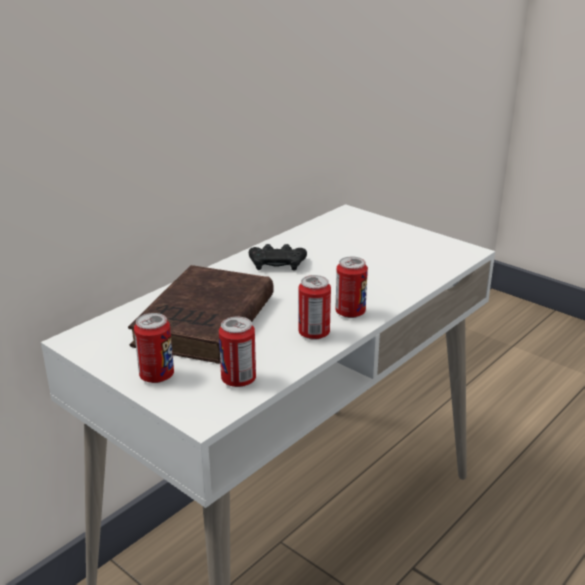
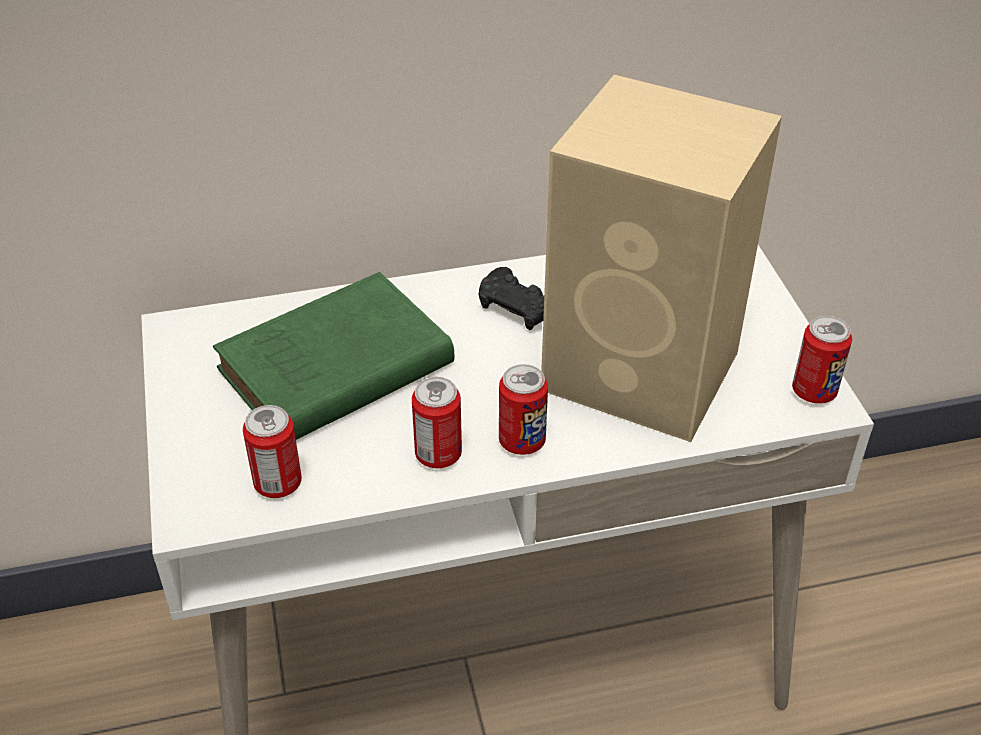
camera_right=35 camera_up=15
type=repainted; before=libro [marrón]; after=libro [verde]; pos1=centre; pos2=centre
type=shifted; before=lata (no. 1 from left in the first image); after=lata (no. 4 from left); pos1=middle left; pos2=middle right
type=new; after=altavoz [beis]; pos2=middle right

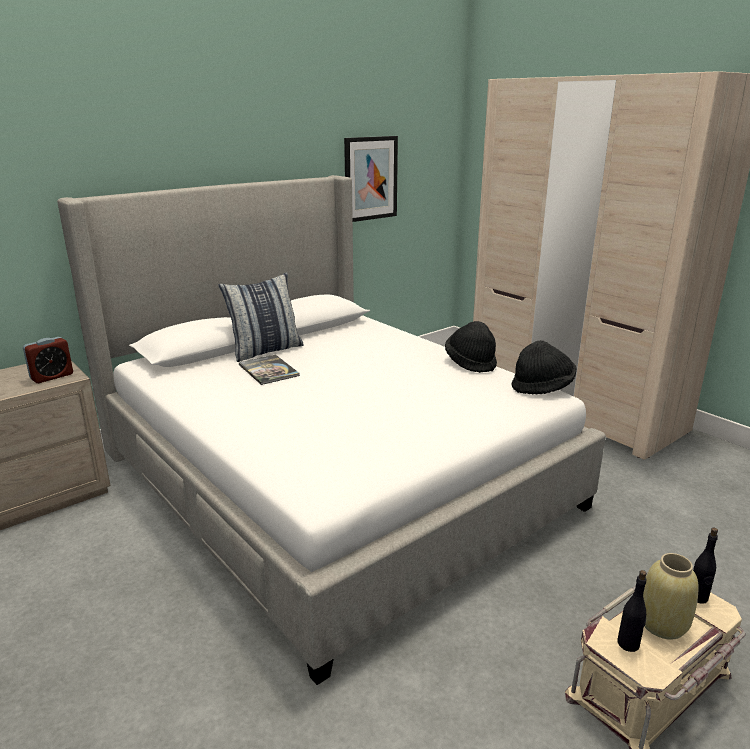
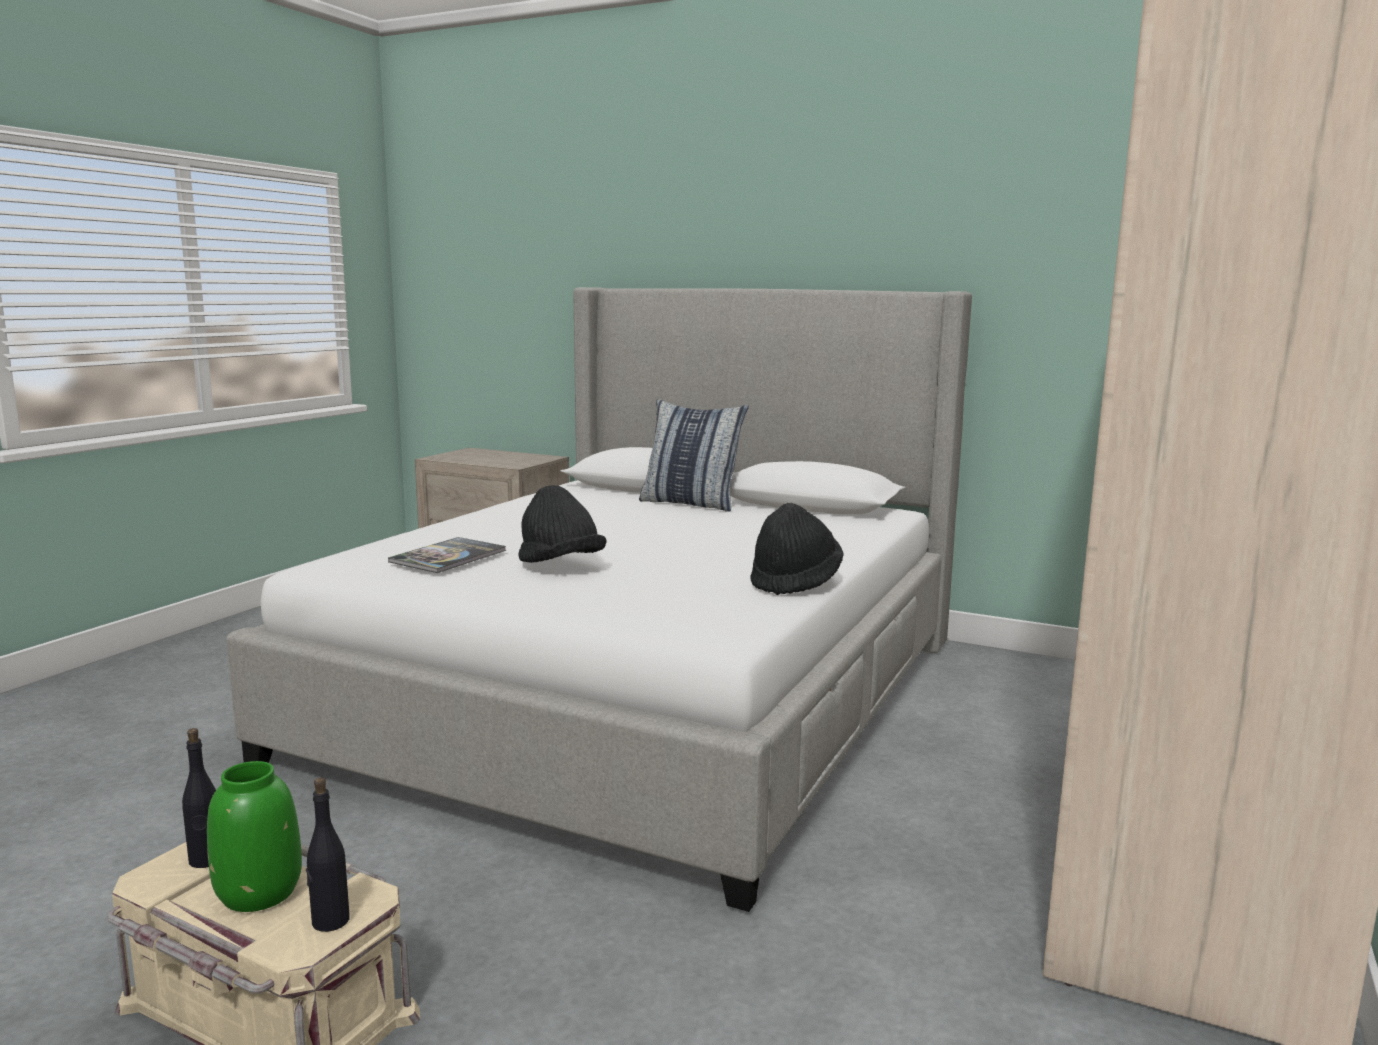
camera_right=65 camera_up=-10
type=gone; before=despertador; pos1=middle left
type=shifted; before=libro; pos1=centre; pos2=middle left
type=gone; before=cuadro; pos1=top centre
type=shifted; before=sombrero [negro] (no. 2 from left in the first image); after=sombrero [negro] (no. 1 from left); pos1=middle right; pos2=centre
type=repainted; before=florero [beis]; after=florero [verde]; pos1=bottom right; pos2=bottom left

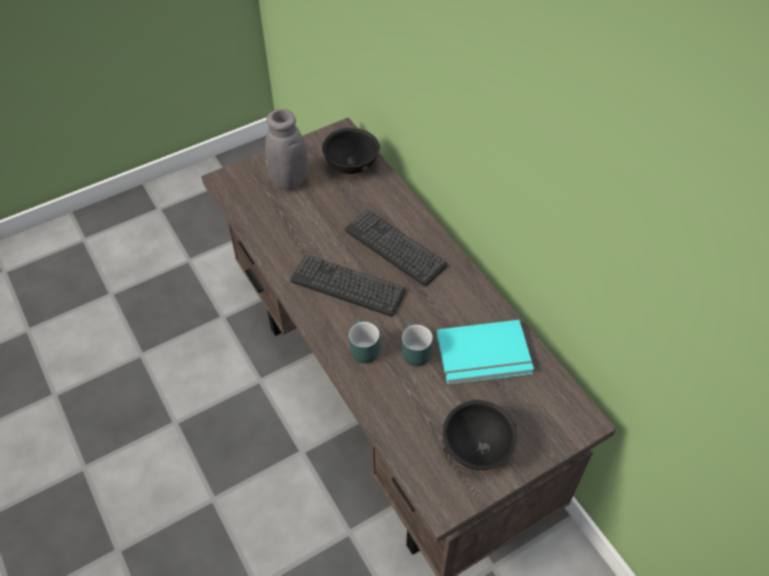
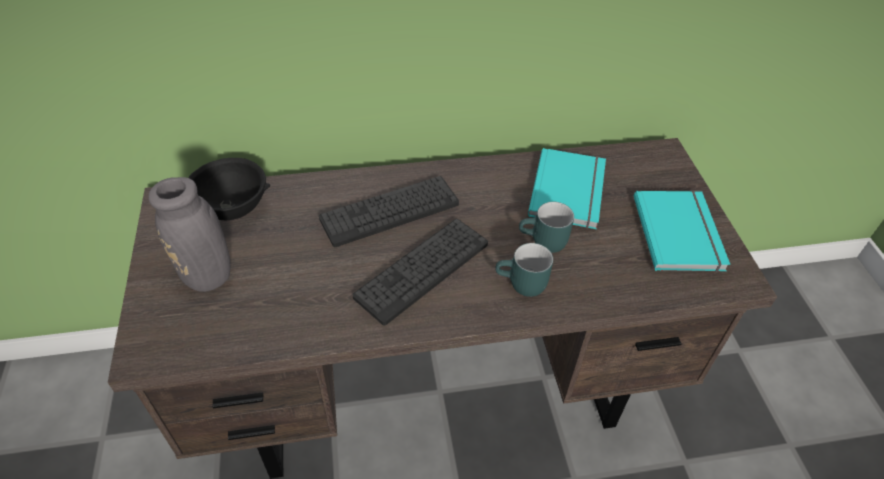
camera_right=-70 camera_up=-5
type=swapped; before=cuenco [negro] (no. 2 from left); after=libro [turquesa] (no. 2 from left); pos1=bottom centre; pos2=middle right

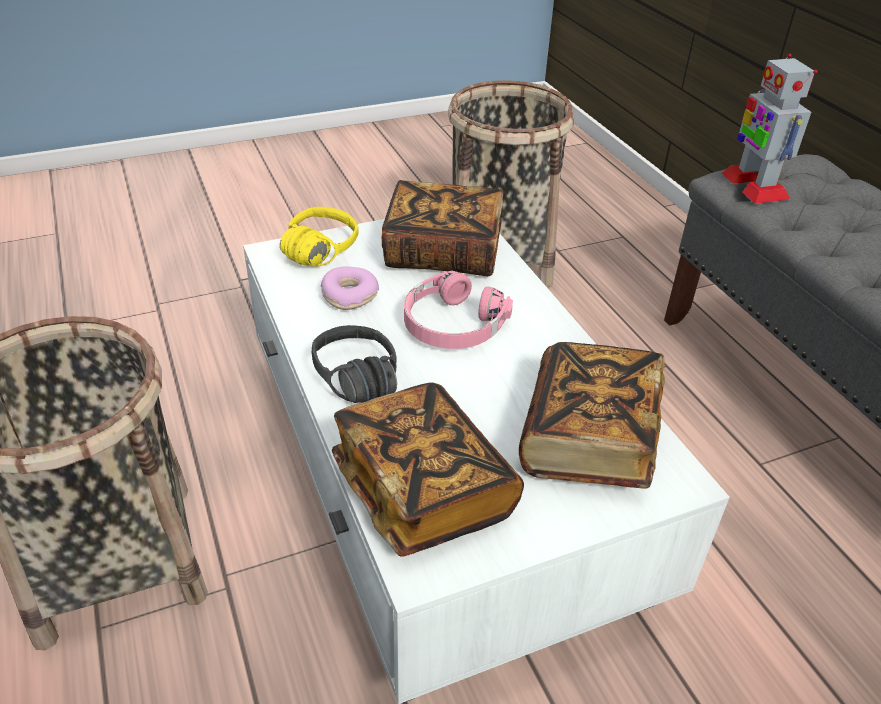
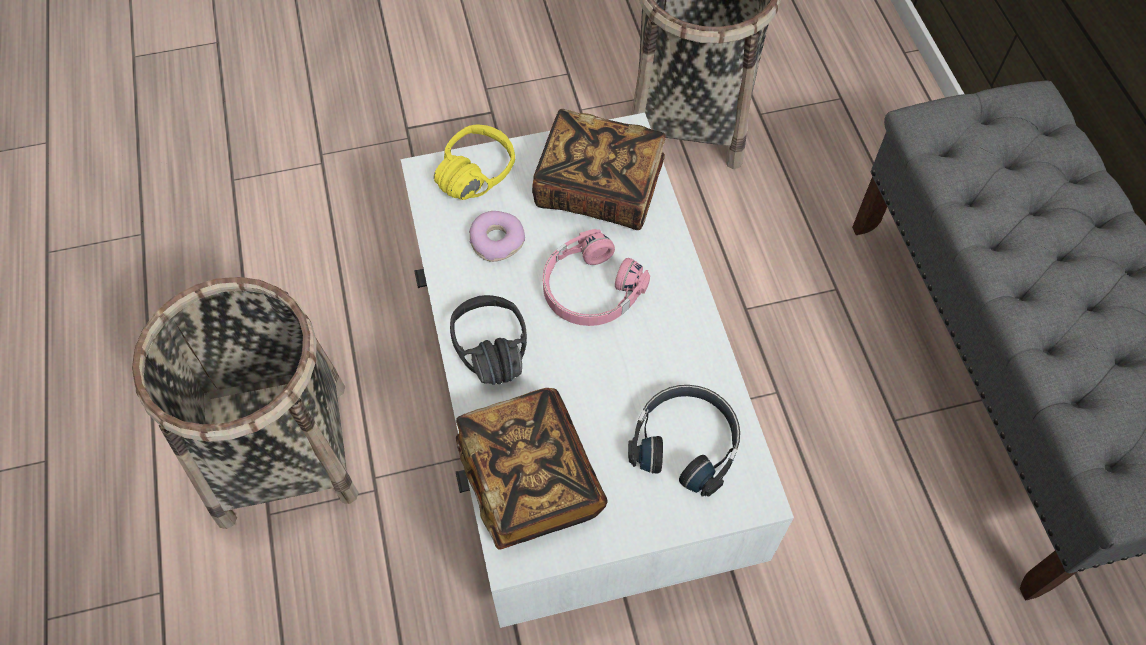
camera_right=10 camera_up=20
type=swapped; before=libro (no. 3 from left); after=auriculares [negro] (no. 2 from left); pos1=middle right; pos2=bottom centre
type=gone; before=robot de juguete; pos1=top right

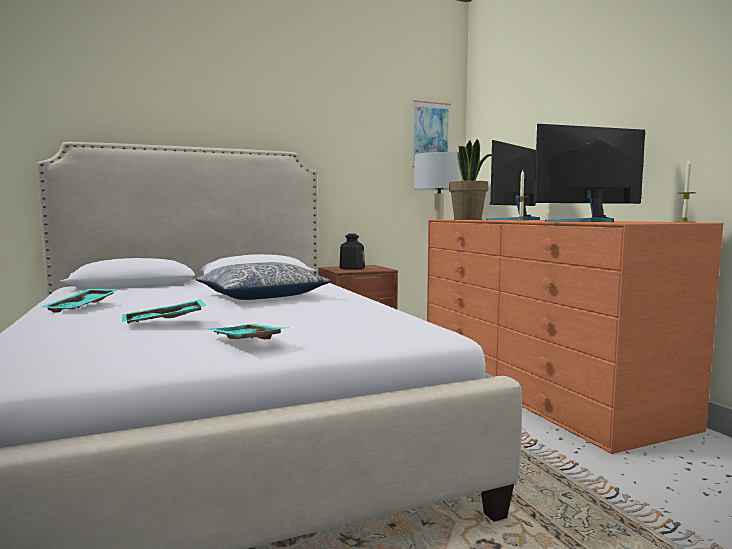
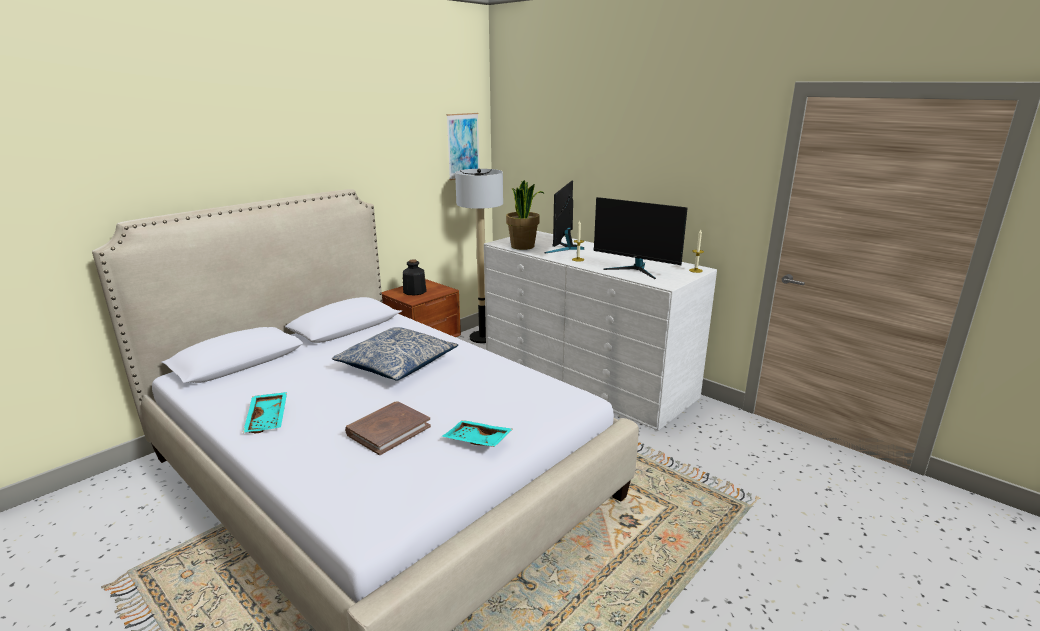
camera_right=-25 camera_up=15
type=swapped; before=bandeja [turquesa] (no. 2 from left); after=libro [marrón]; pos1=middle left; pos2=bottom centre
type=repainted; before=cómoda [naranja]; after=cómoda [blanco]; pos1=middle right; pos2=centre
type=rotated; before=monitor (no. 2 from left); pos1=top right; pos2=centre; turn=-105

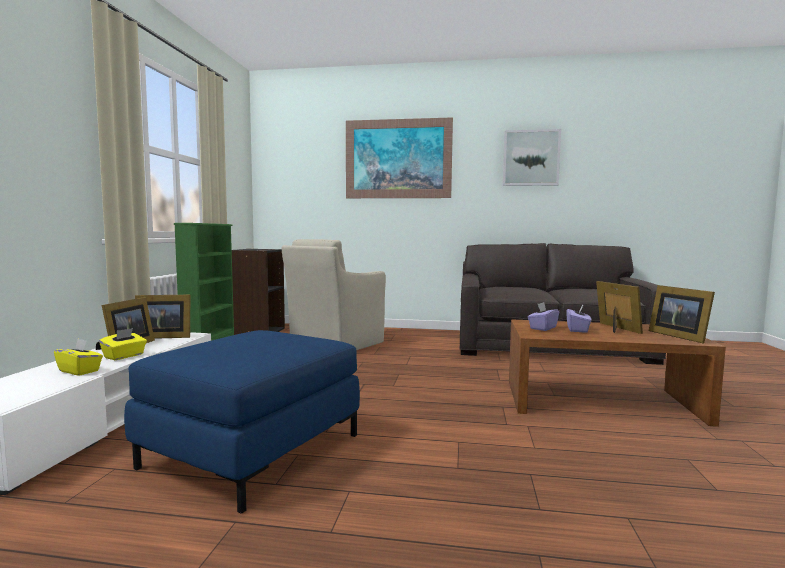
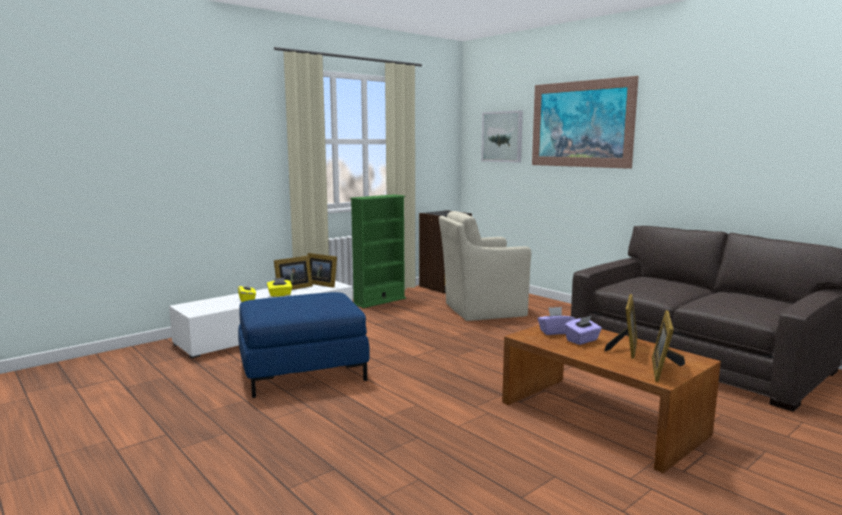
camera_right=40 camera_up=5
type=shifted; before=cuadro (no. 2 from left in the first image); after=cuadro (no. 1 from left); pos1=top right; pos2=top centre

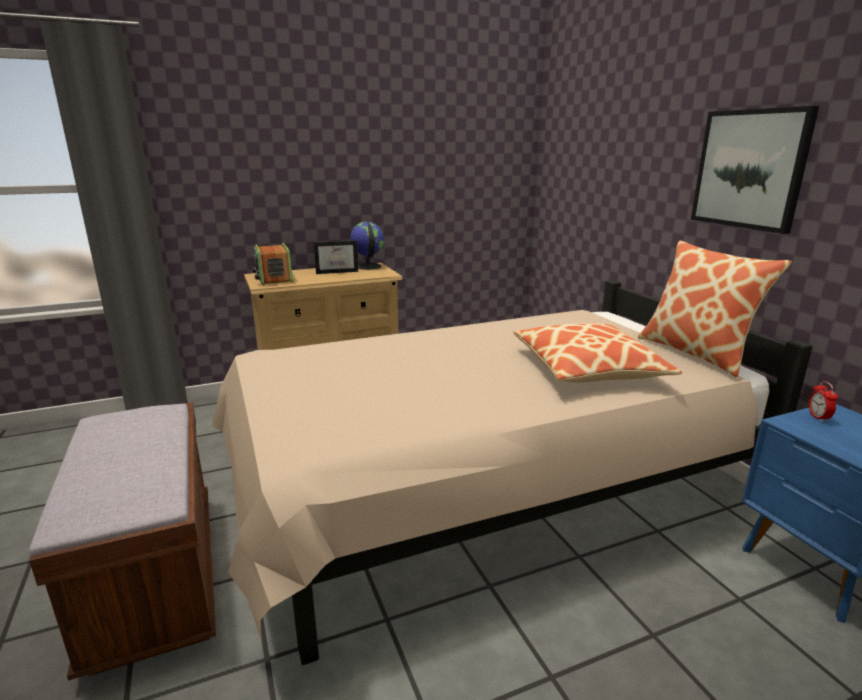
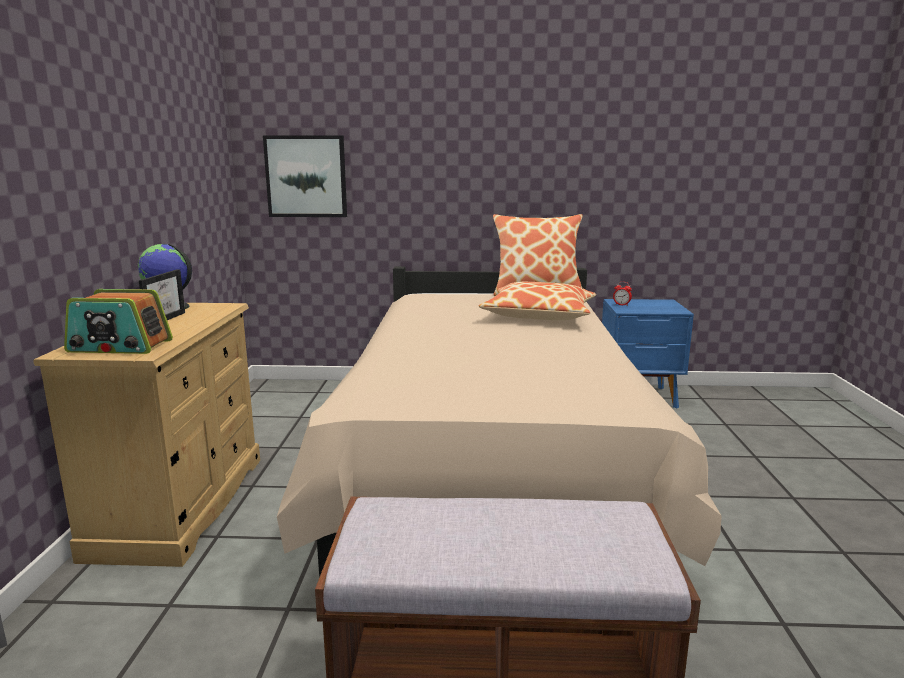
camera_right=-65 camera_up=-5
type=shifted; before=cuadro; pos1=top right; pos2=top centre

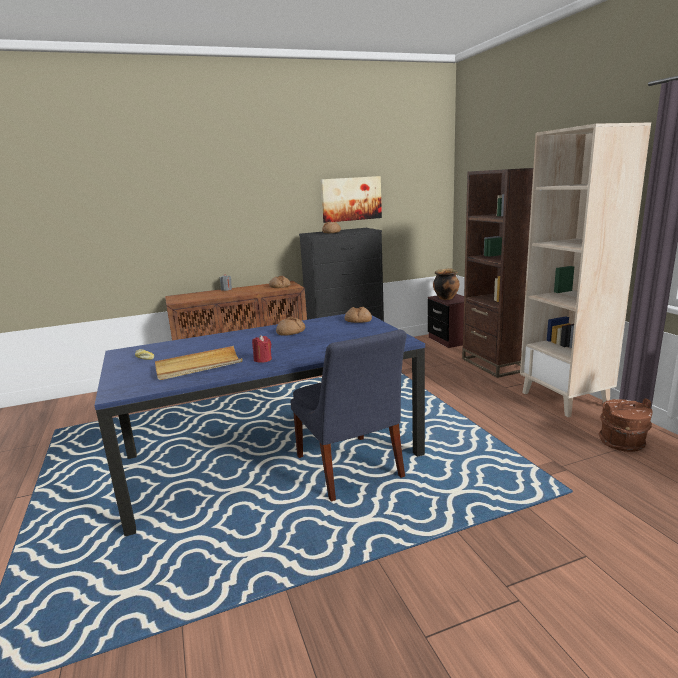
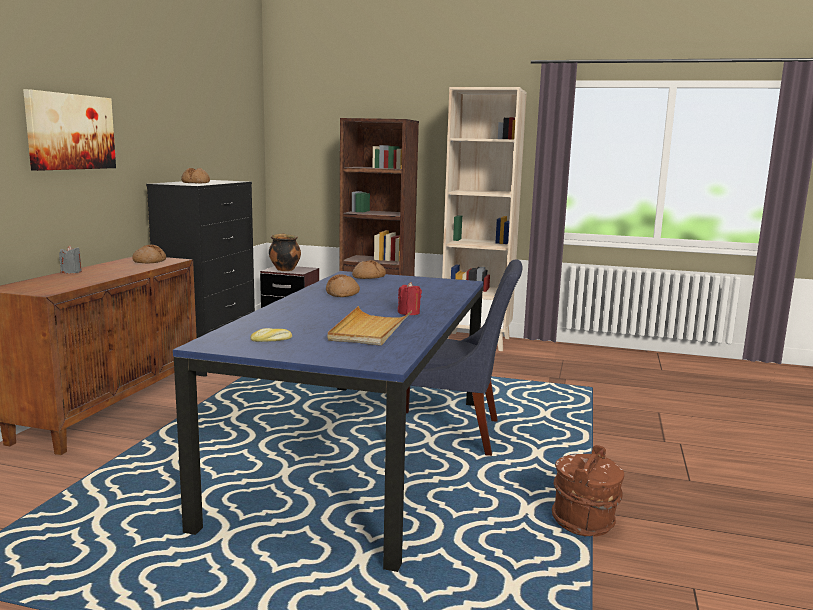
camera_right=-55 camera_up=-5
type=shifted; before=cuadro; pos1=top centre; pos2=top left
type=shifted; before=cubo [marrón]; pos1=middle right; pos2=bottom right

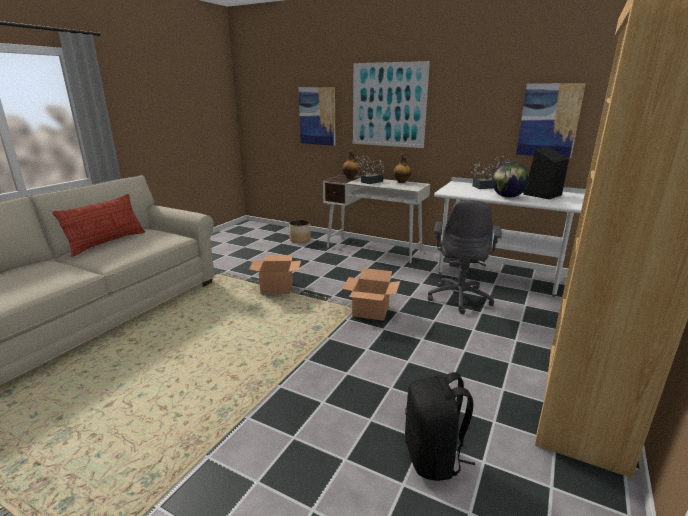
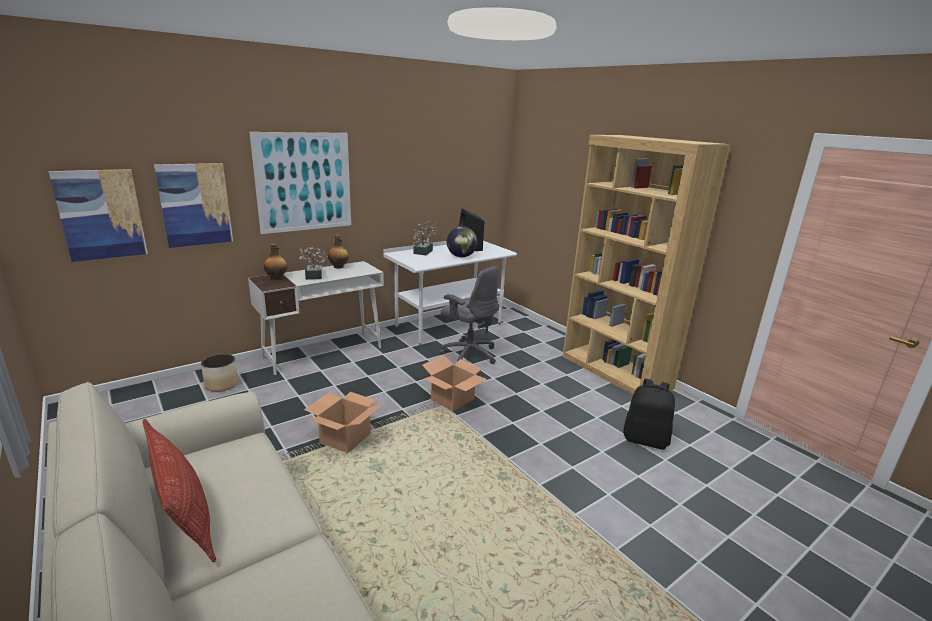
camera_right=-65 camera_up=0
type=shifted; before=cuadro (no. 3 from left in the first image); after=cuadro (no. 1 from left); pos1=top right; pos2=middle left

